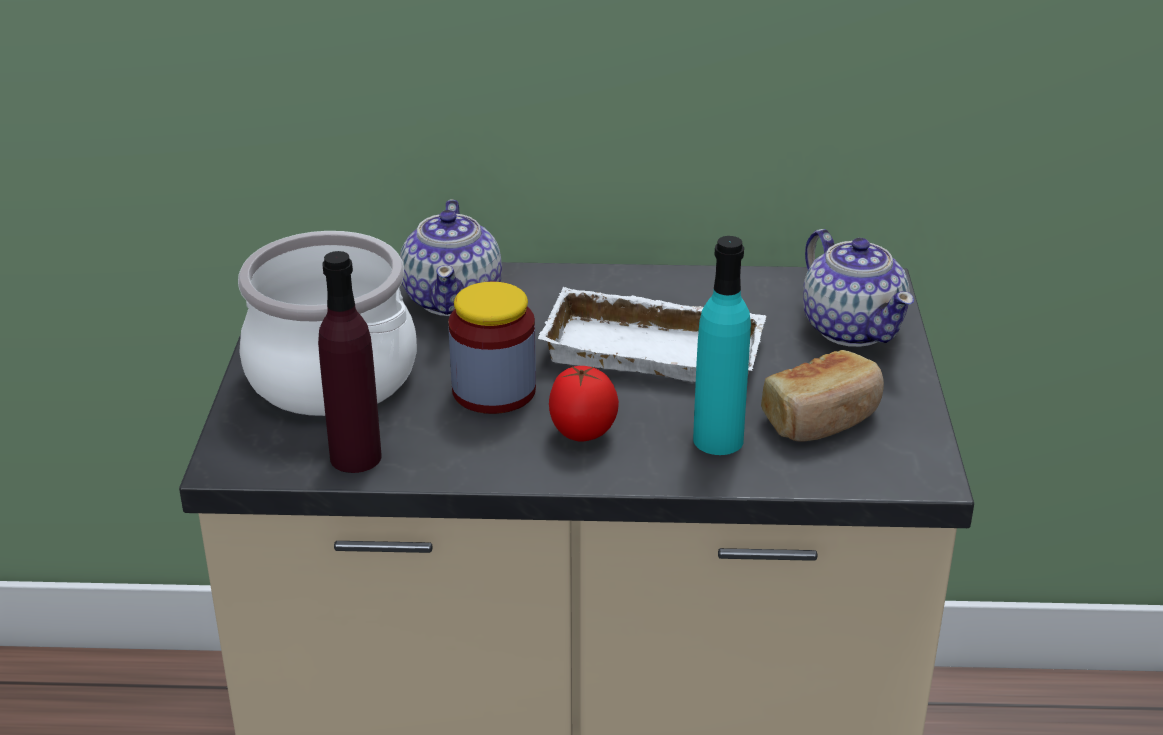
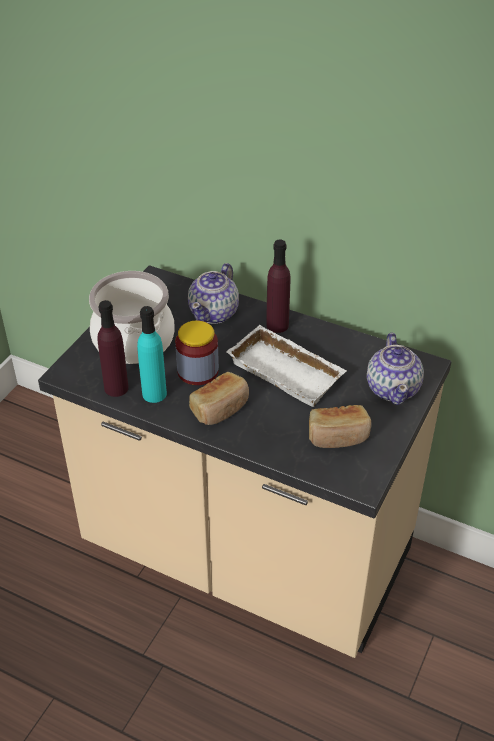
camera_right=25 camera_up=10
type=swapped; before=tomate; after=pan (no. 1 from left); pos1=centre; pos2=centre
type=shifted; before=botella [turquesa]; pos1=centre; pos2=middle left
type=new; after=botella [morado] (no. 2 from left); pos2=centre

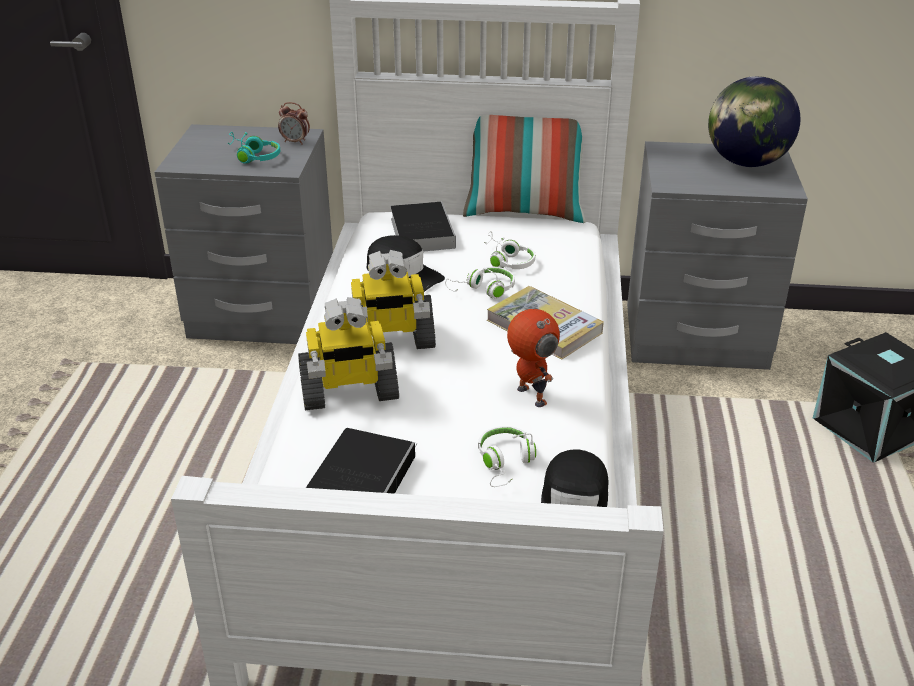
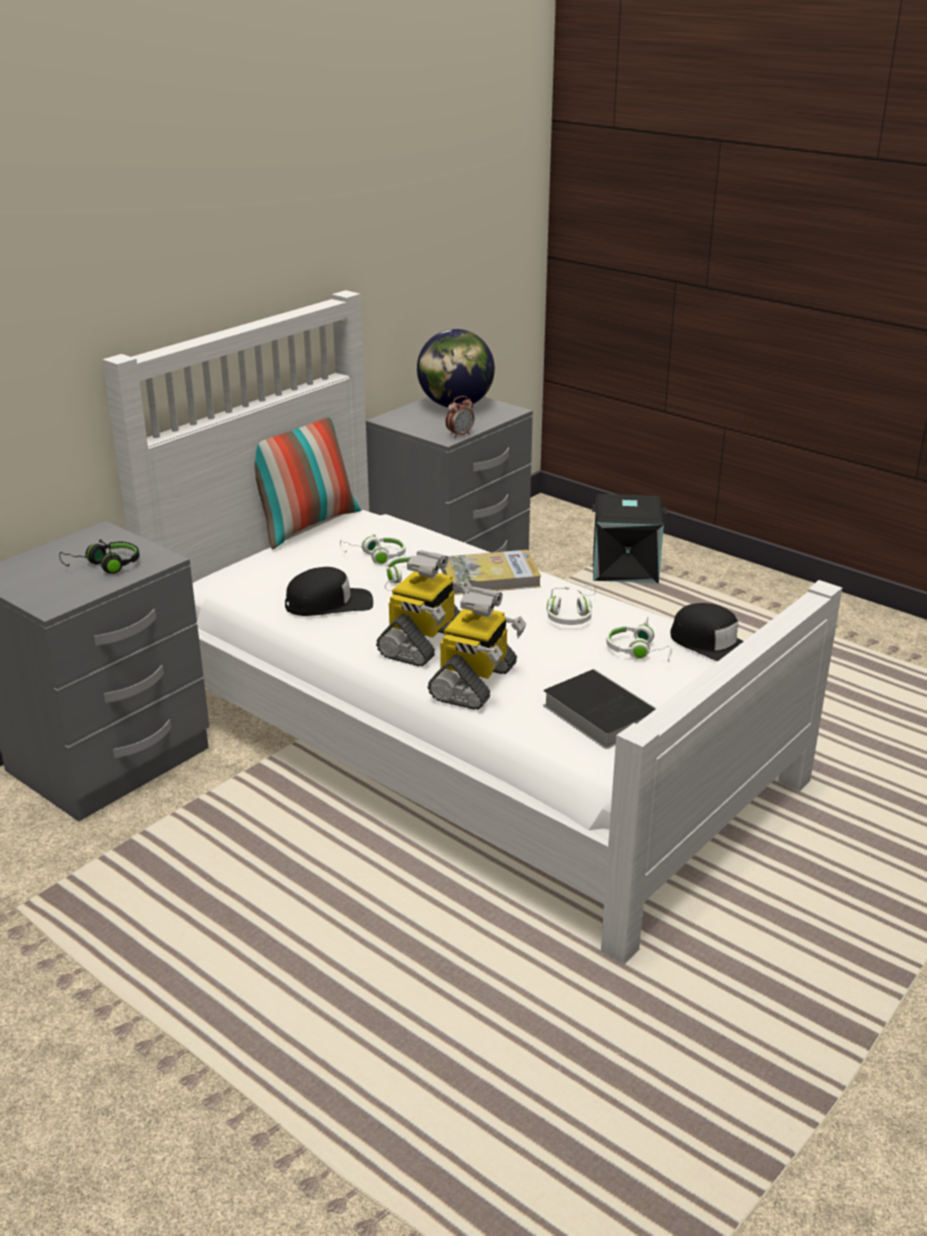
camera_right=-55 camera_up=-5
type=repainted; before=auriculares [turquesa]; after=auriculares [negro]; pos1=top left; pos2=middle left
type=shifted; before=despertador; pos1=top left; pos2=centre
type=gone; before=libro (no. 2 from left); pos1=top centre
type=swapped; before=robot de juguete (no. 3 from left); after=auriculares [blanco] (no. 3 from left); pos1=centre; pos2=centre

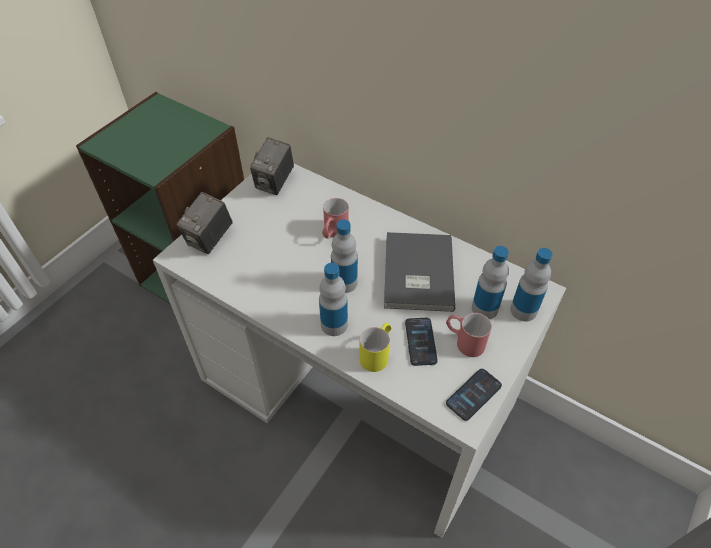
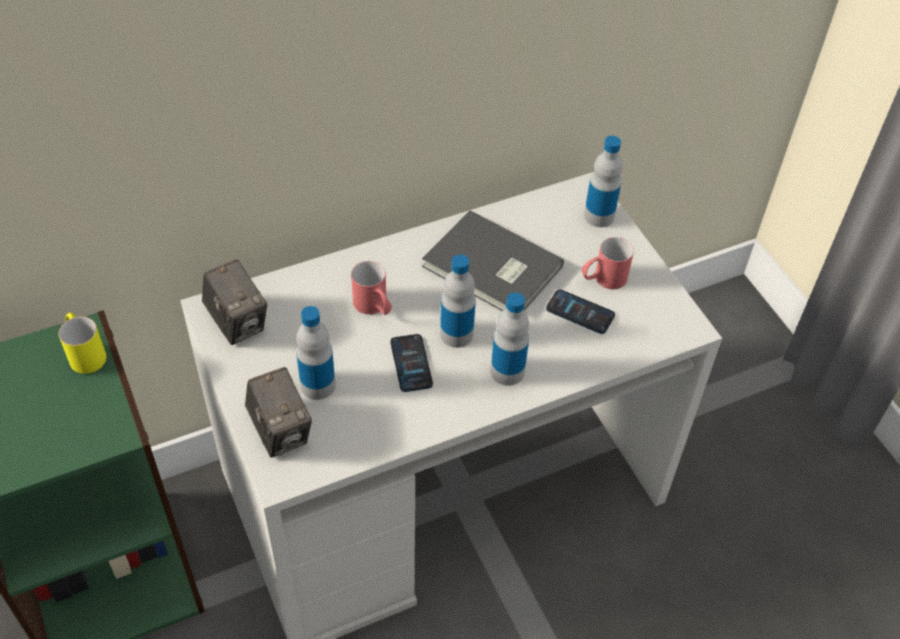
camera_right=-60 camera_up=0
type=shifted; before=taza grande [amarillo]; pos1=centre; pos2=middle left
type=shifted; before=móvil (no. 2 from left in the first image); after=móvil (no. 1 from left); pos1=bottom right; pos2=centre
type=shifted; before=botella (no. 3 from left in the first image); after=botella (no. 1 from left); pos1=middle right; pos2=centre

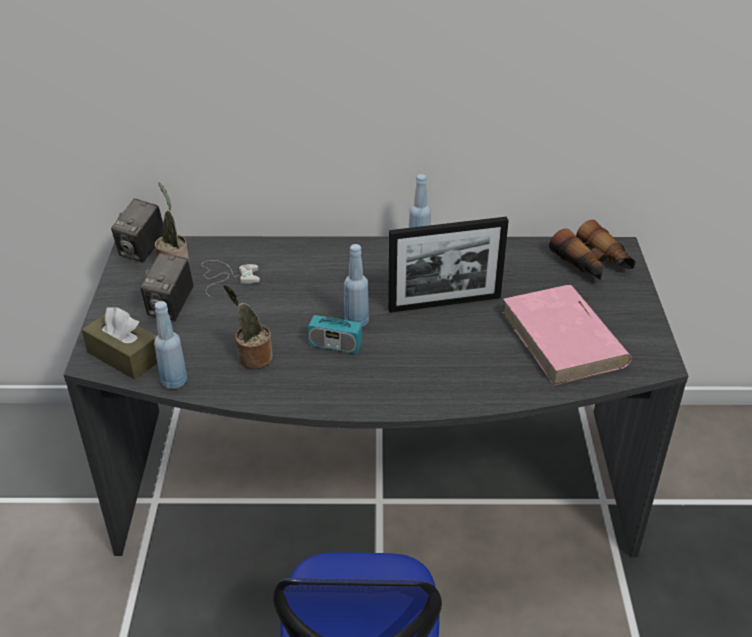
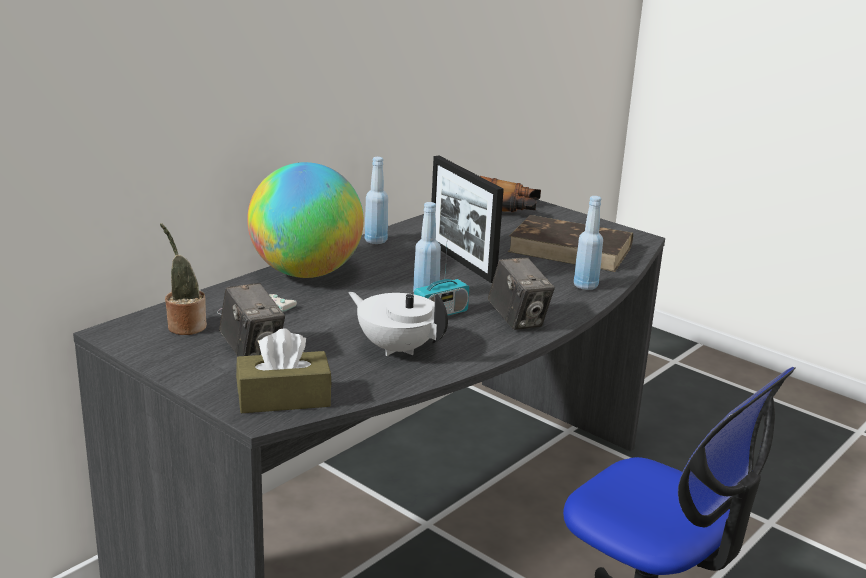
camera_right=-50 camera_up=-15
type=shifted; before=cámara (no. 1 from left in the first image); after=cámara (no. 2 from left); pos1=middle left; pos2=centre
type=shifted; before=botella [azul] (no. 1 from left in the first image); after=botella [azul] (no. 3 from left); pos1=middle left; pos2=middle right
type=swapped; before=planta en maceta (no. 2 from left); after=tetera [blanco]; pos1=middle left; pos2=centre
type=rotated; before=portarretratos; pos1=centre; pos2=centre; turn=120
type=repainted; before=libro [rosa]; after=libro [marrón]; pos1=middle right; pos2=centre
type=new; after=globo terráqueo; pos2=centre

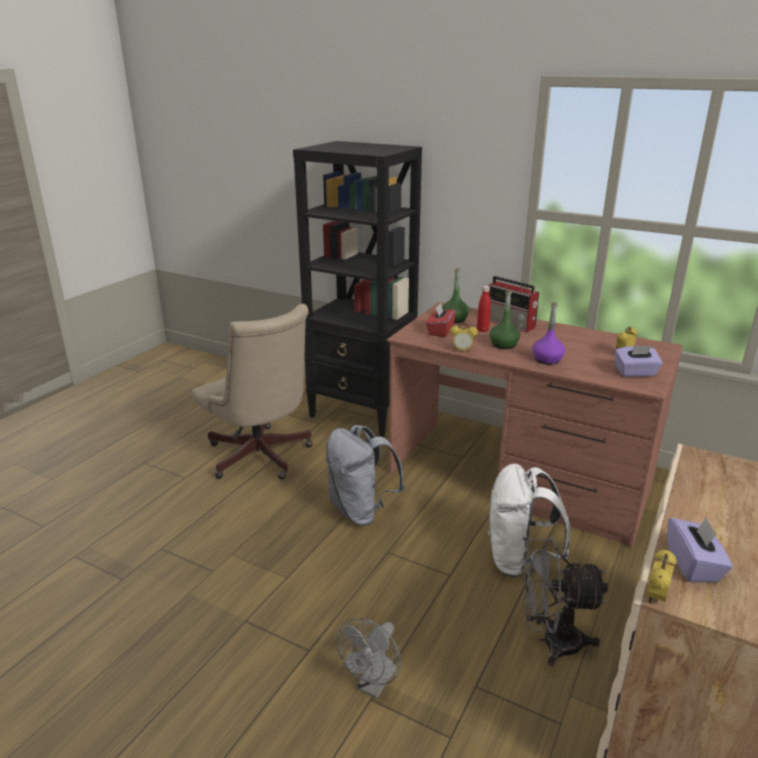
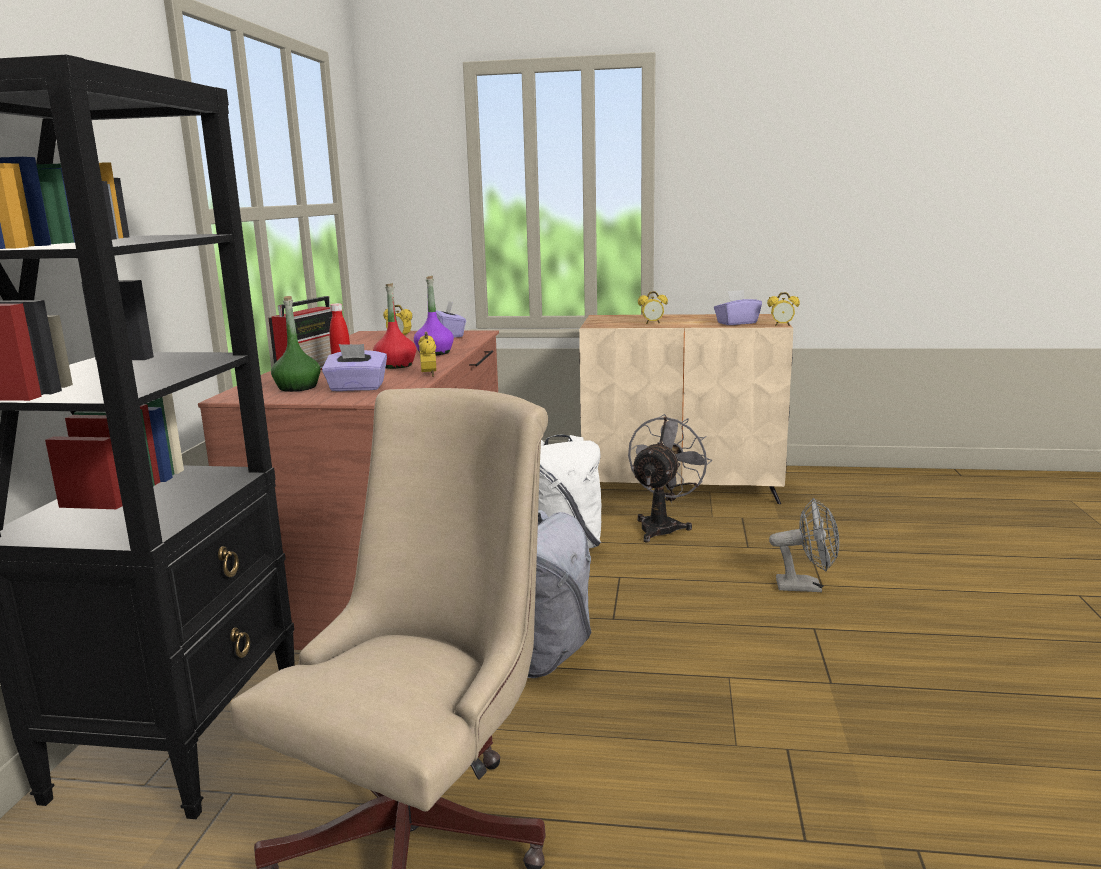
camera_right=-110 camera_up=-10
type=repainted; before=caja de pañuelos [rojo]; after=caja de pañuelos [morado] (no. 1 from left); pos1=centre; pos2=middle left
type=repainted; before=botella [verde] (no. 2 from left); after=botella [rojo] (no. 2 from left); pos1=centre; pos2=centre
type=rotated; before=ventilador [gris] (no. 2 from left in the first image); pos1=bottom right; pos2=centre; turn=-135
type=new; after=despertador (no. 3 from left); pos2=centre

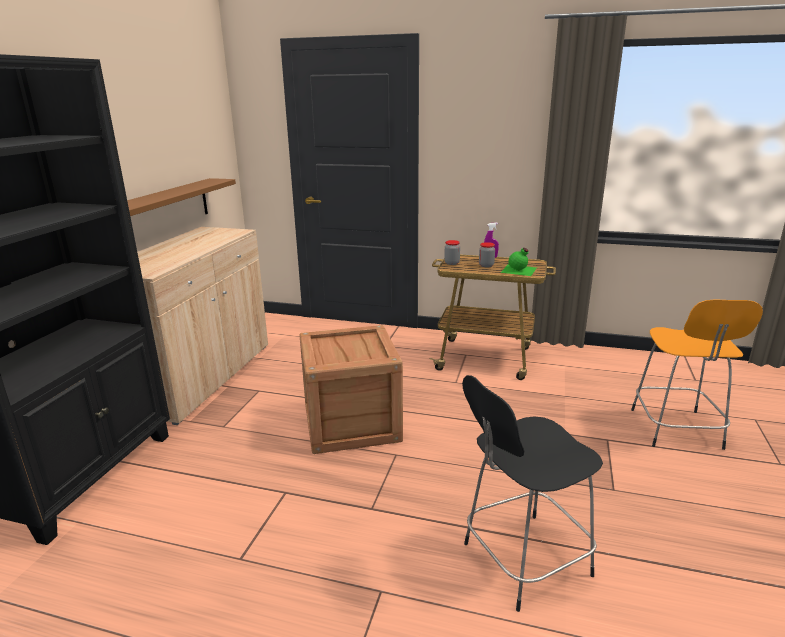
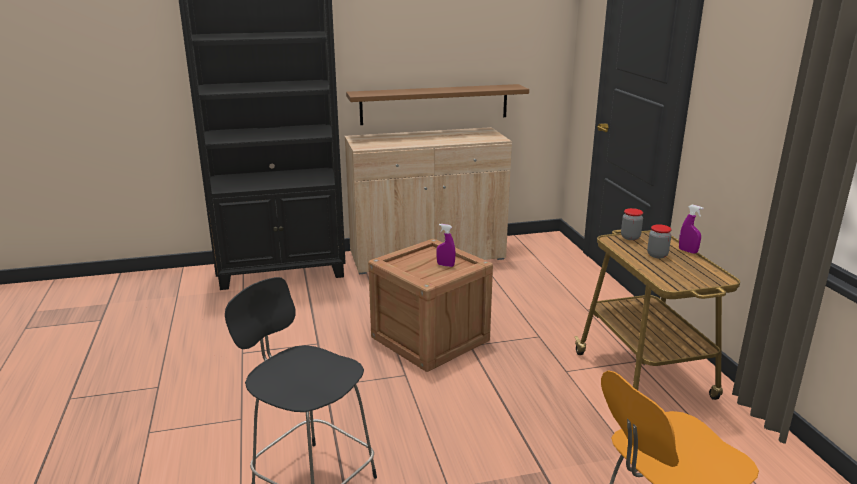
camera_right=60 camera_up=0
type=gone; before=botella [verde]; pos1=centre
type=new; after=pulverizador [morado] (no. 1 from left); pos2=centre

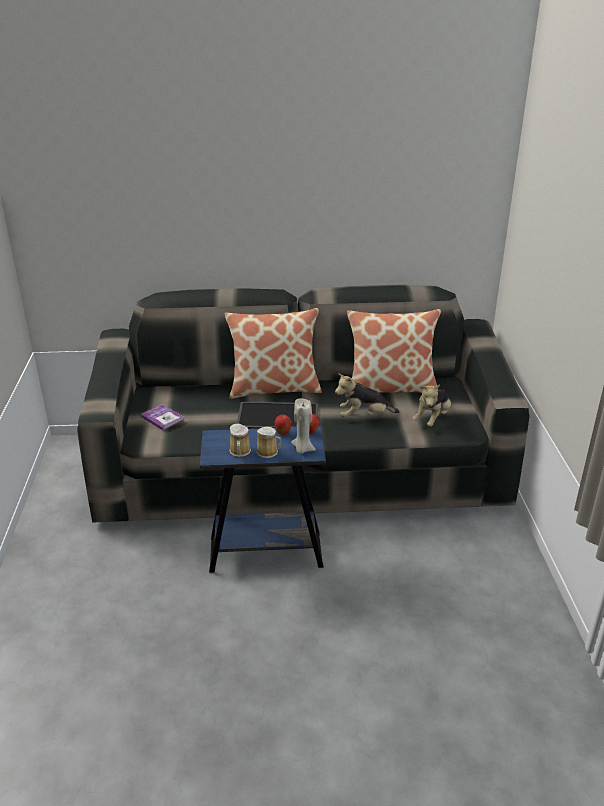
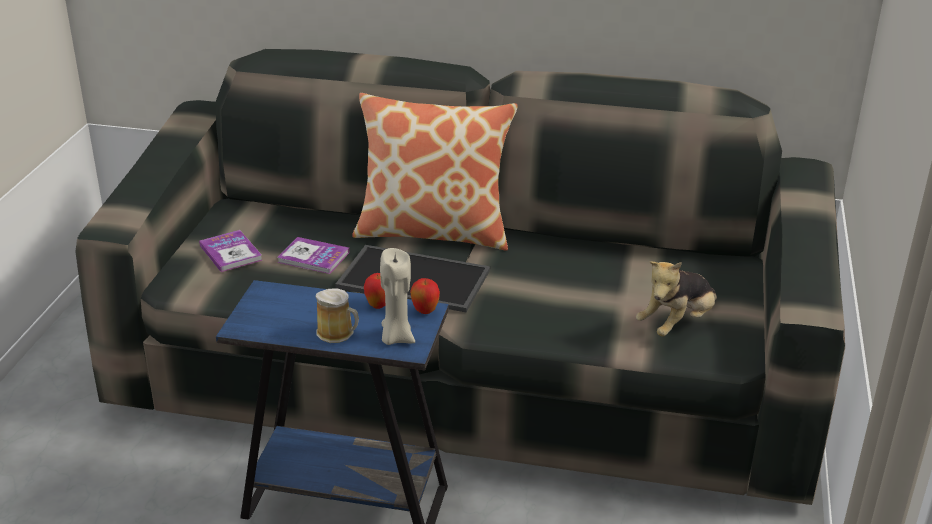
camera_right=15 camera_up=0
type=gone; before=taza grande (no. 1 from left); pos1=centre
type=gone; before=peluche (no. 1 from left); pos1=centre
type=gone; before=cojín (no. 2 from left); pos1=centre
type=new; after=libro (no. 2 from left); pos2=centre

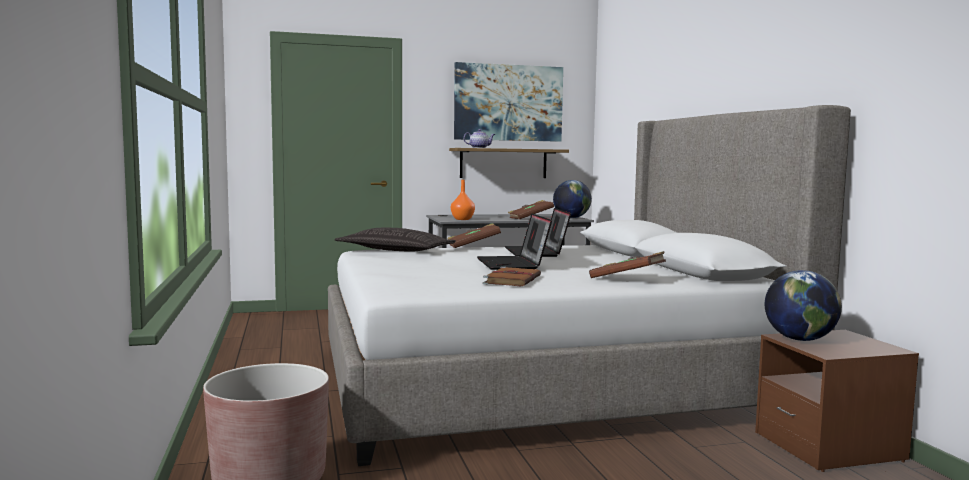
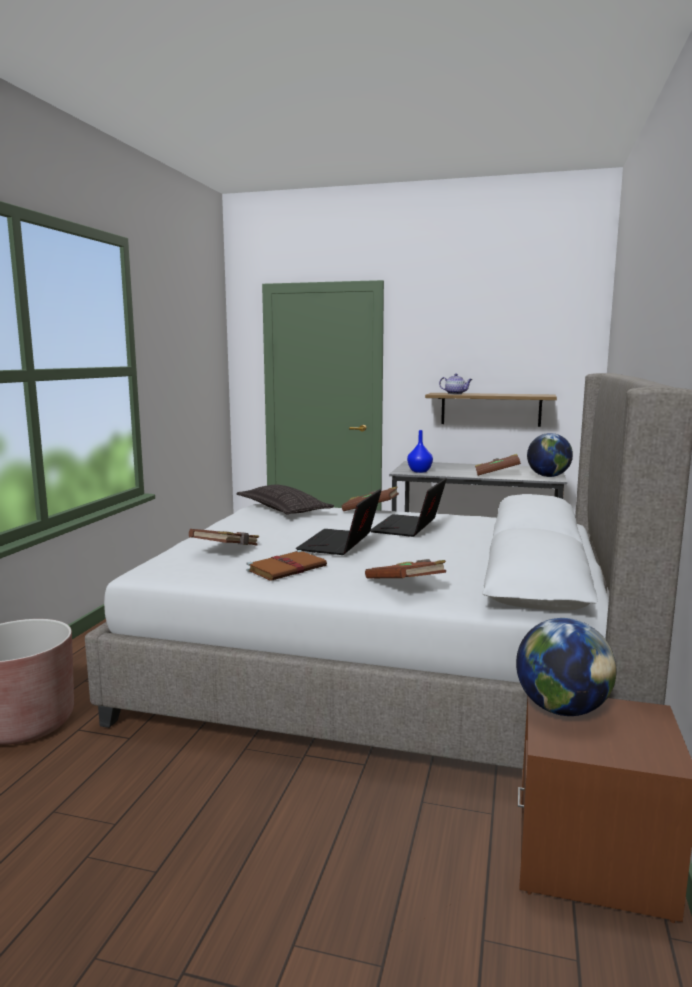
camera_right=30 camera_up=5
type=repainted; before=florero [naranja]; after=florero [azul]; pos1=centre; pos2=centre
type=gone; before=cuadro; pos1=top centre
type=new; after=libro [marrón] (no. 1 from left); pos2=middle left

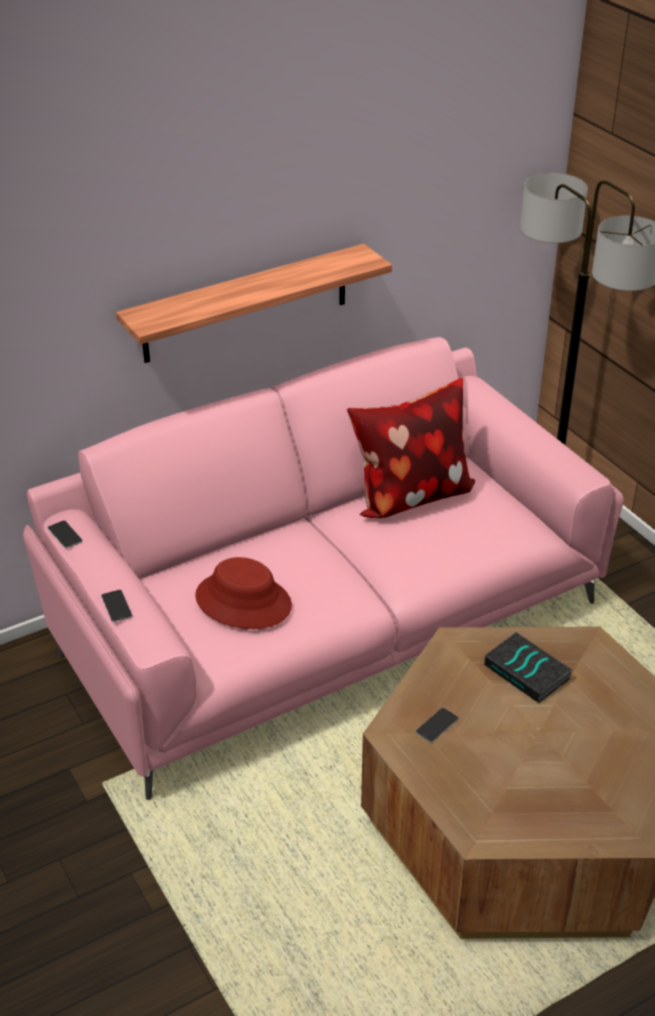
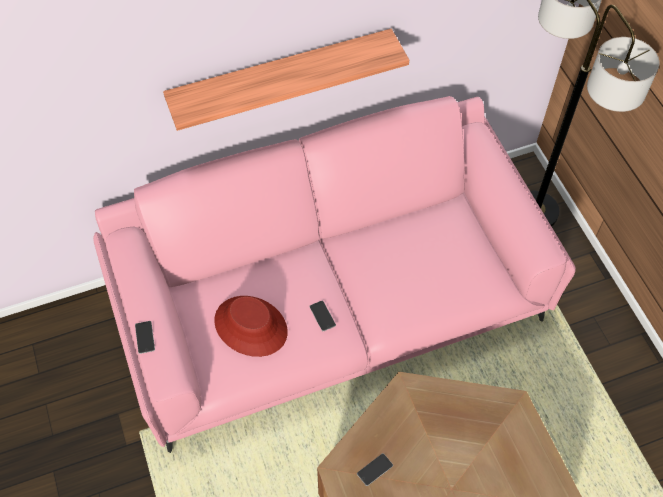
camera_right=10 camera_up=20
type=shifted; before=móvil (no. 1 from left in the first image); after=móvil (no. 2 from left); pos1=middle left; pos2=centre
type=gone; before=cojín; pos1=centre
type=gone; before=libro; pos1=middle right

